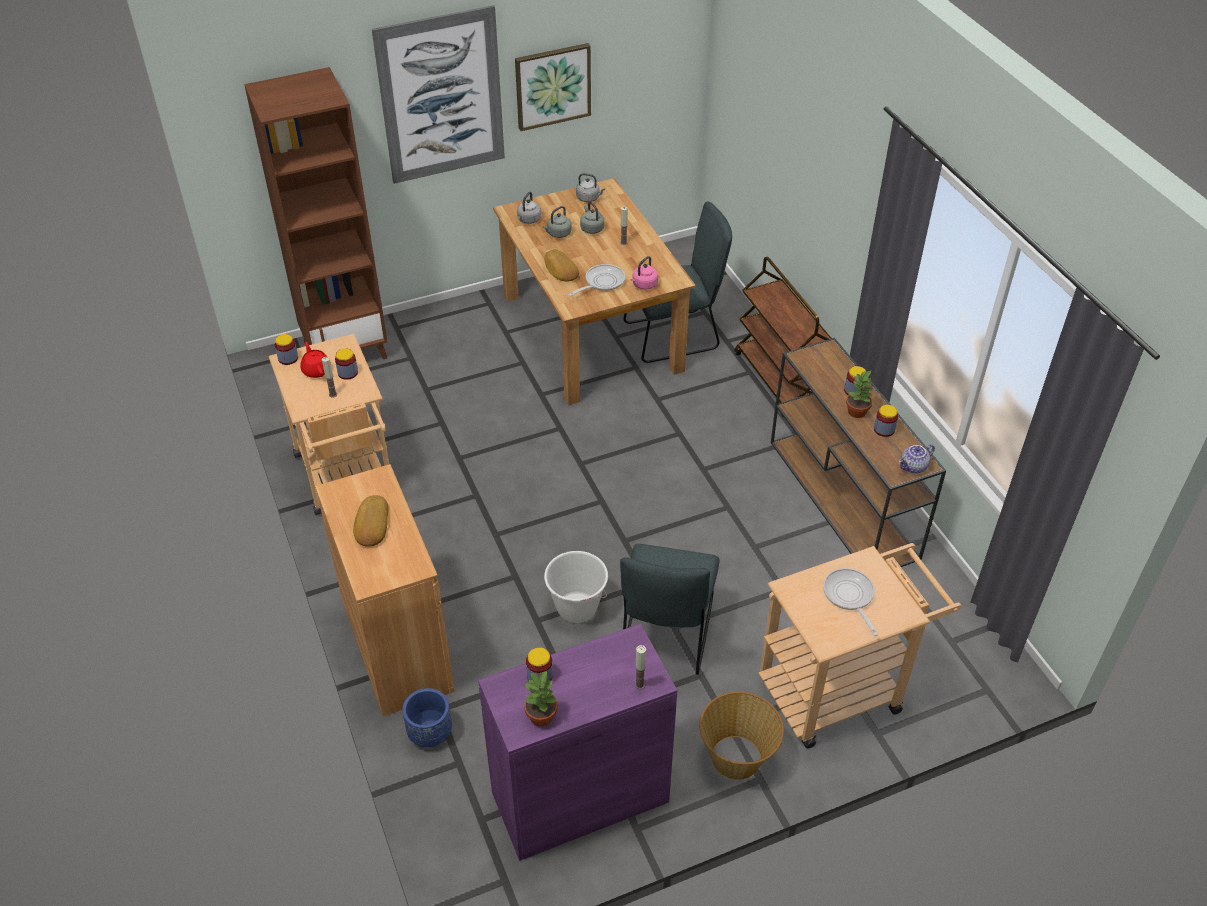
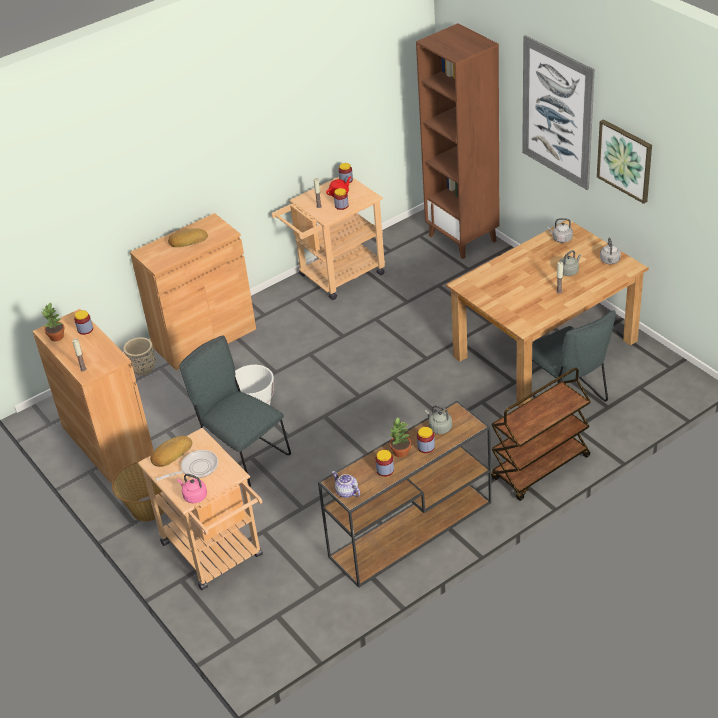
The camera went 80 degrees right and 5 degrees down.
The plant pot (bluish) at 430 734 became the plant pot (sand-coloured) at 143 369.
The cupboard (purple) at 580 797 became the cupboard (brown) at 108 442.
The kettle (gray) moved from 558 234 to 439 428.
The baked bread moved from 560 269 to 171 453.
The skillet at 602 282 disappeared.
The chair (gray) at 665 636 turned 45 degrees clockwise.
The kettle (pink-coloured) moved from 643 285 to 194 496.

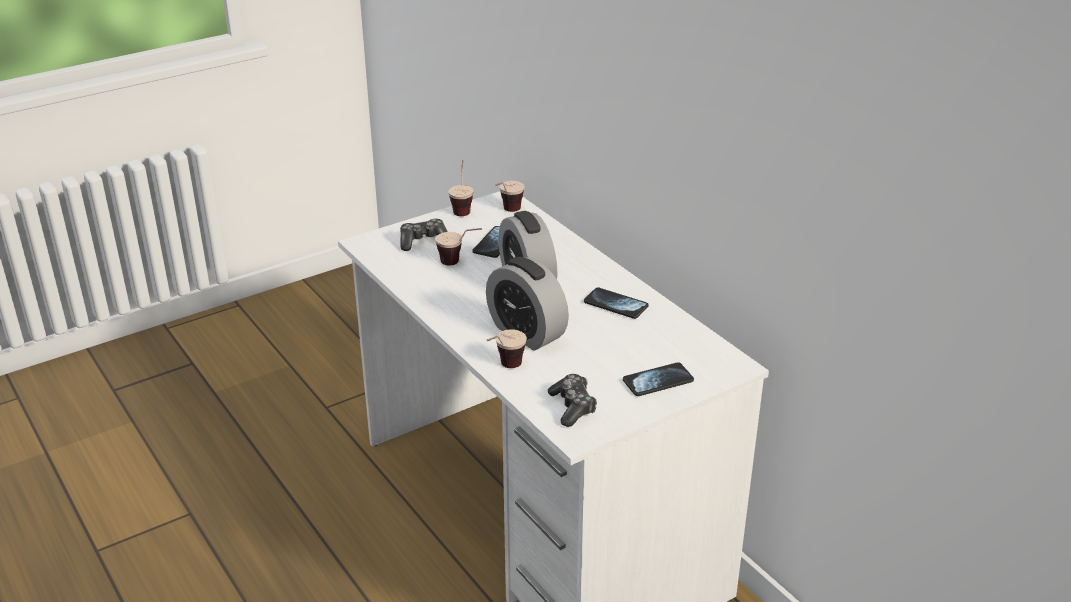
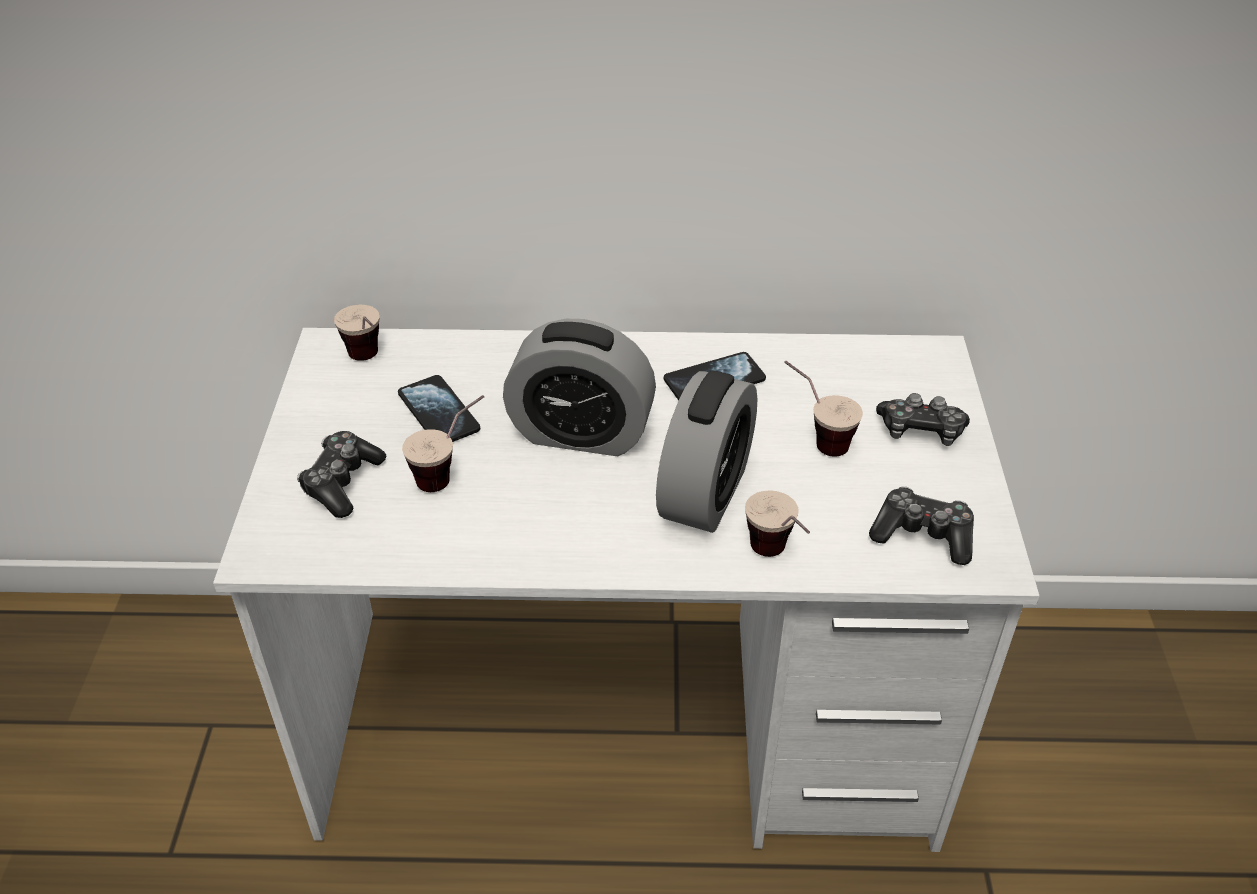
The camera went 55 degrees left and 10 degrees up.
The cup moved from 462 208 to 815 438.
The bedside clock at 526 333 turned 60 degrees counterclockwise.
The phone at 658 381 was replaced by the joypad at 920 431.

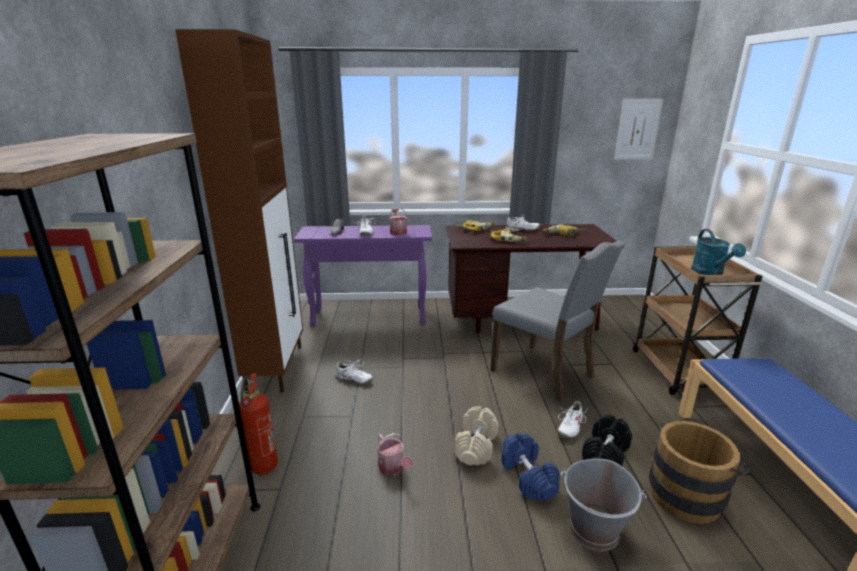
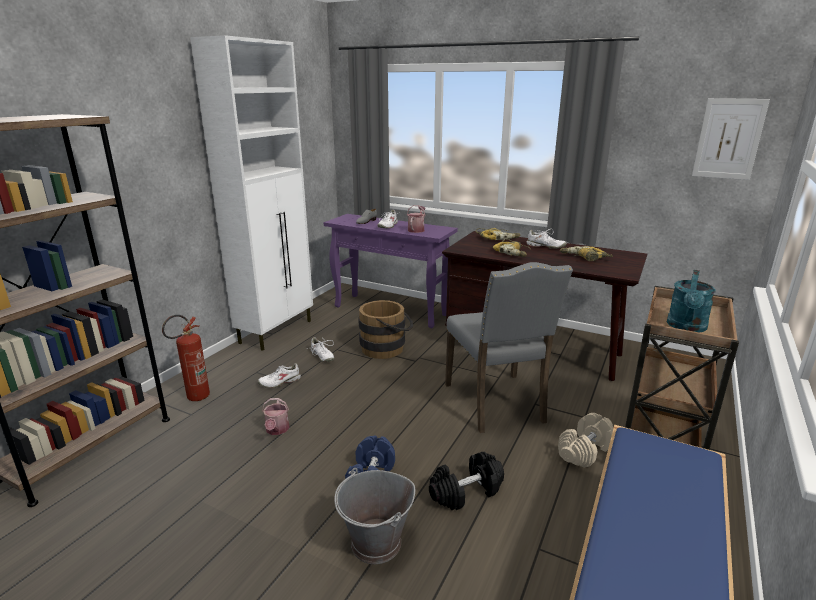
The camera went 30 degrees right and 0 degrees up.
The cupboard (brown) at 276 367 became the cupboard (white) at 277 331.
The free weight (sand-coloured) moved from 476 446 to 585 451.
The low shoe (white) moved from 570 426 to 280 382.
The water bucket (brown) moved from 688 493 to 387 348.

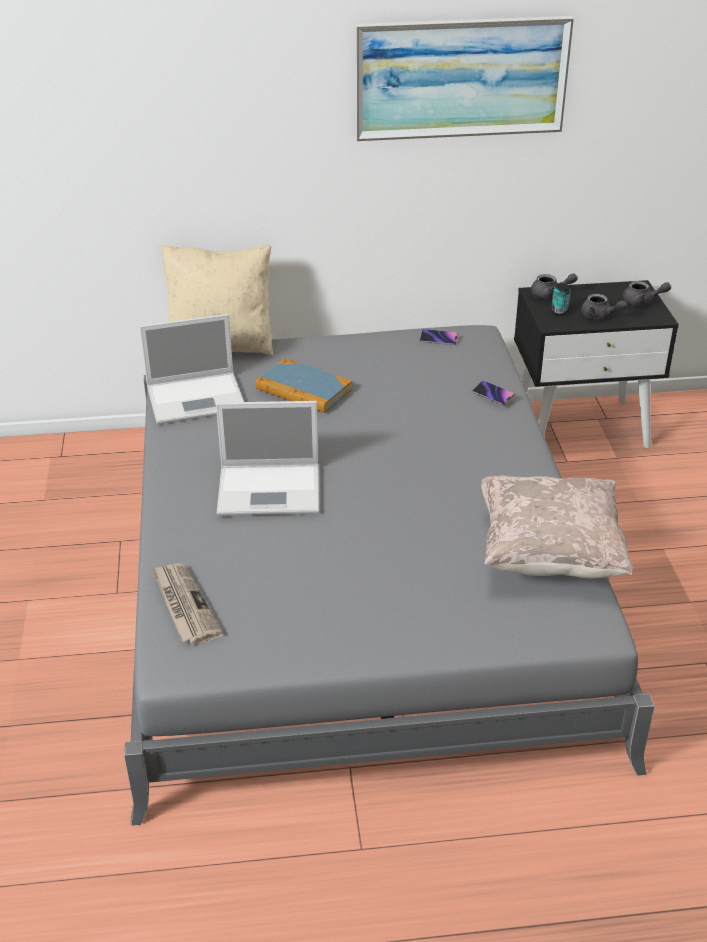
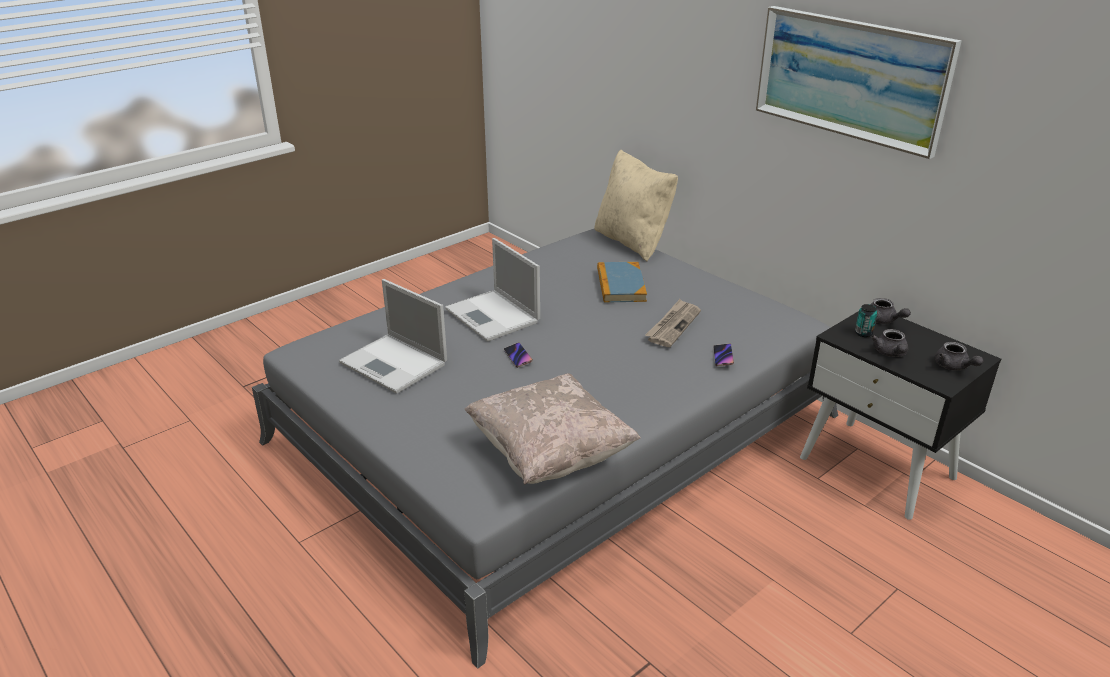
The camera went 55 degrees right and 5 degrees down.
The notebook computer moved from 198 398 to 395 364.
The daily paper moved from 184 605 to 673 325.
The phone moved from 438 339 to 518 357.

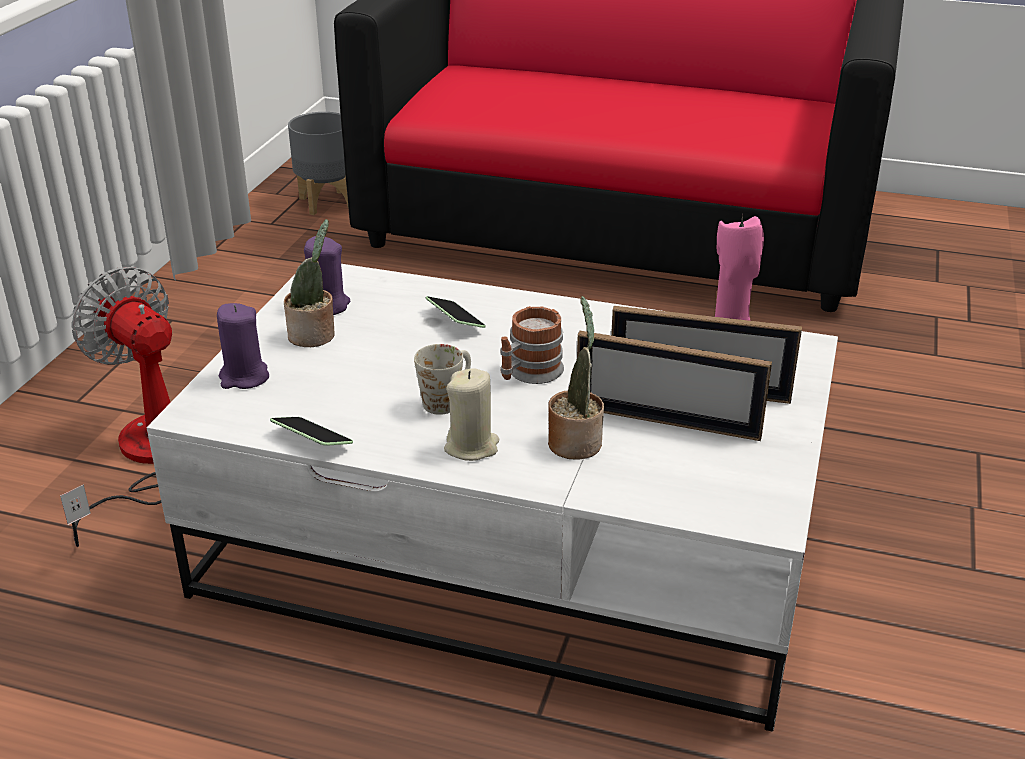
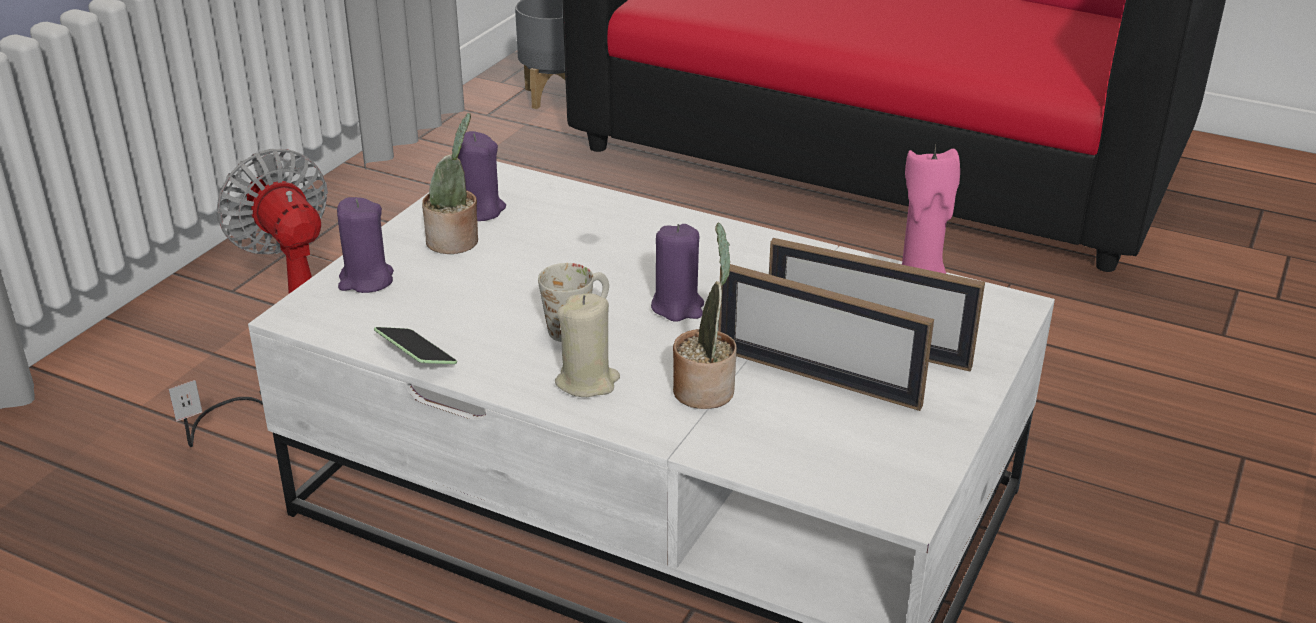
The camera went 10 degrees right and 0 degrees up.
The phone at 455 321 disappeared.
The coffee mug at 529 373 was replaced by the wax candle (purple) at 678 306.

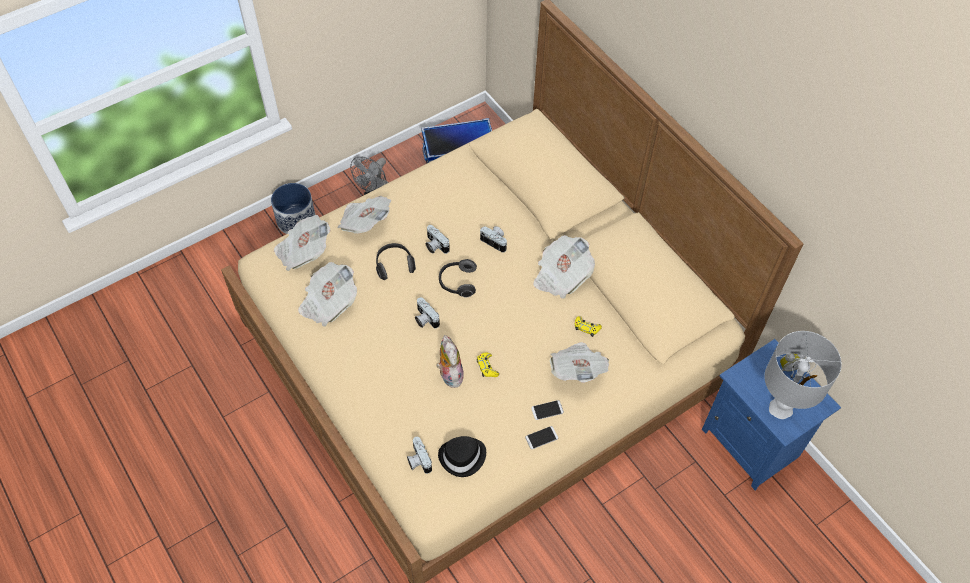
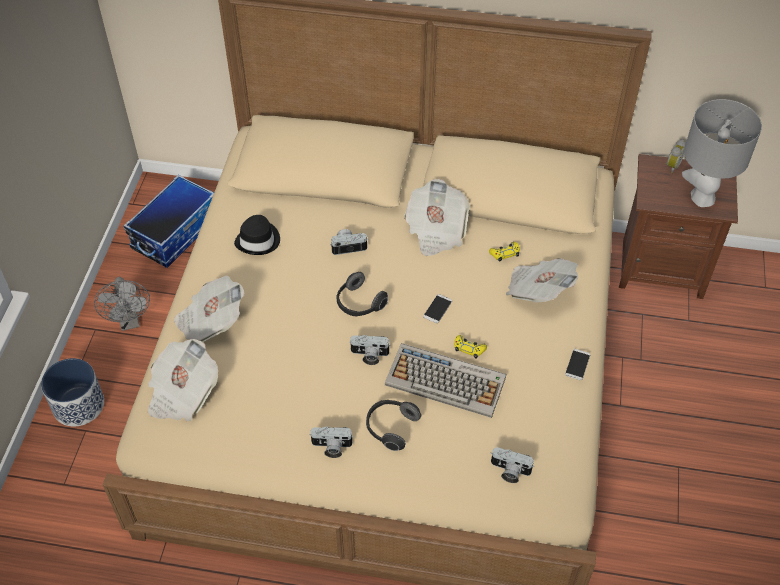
The camera went 45 degrees left and 5 degrees down.
The daily paper at 328 303 disappeared.
The headset moved from 394 265 to 390 428.
The photo camera moved from 435 245 to 331 447.
The cuddly toy at 449 374 was replaced by the computer keyboard at 446 381.
The hat (black) moved from 462 457 to 258 240.
The phone moved from 547 410 to 437 309.
The nightstand (bluish) at 752 442 became the nightstand (brown) at 661 267.

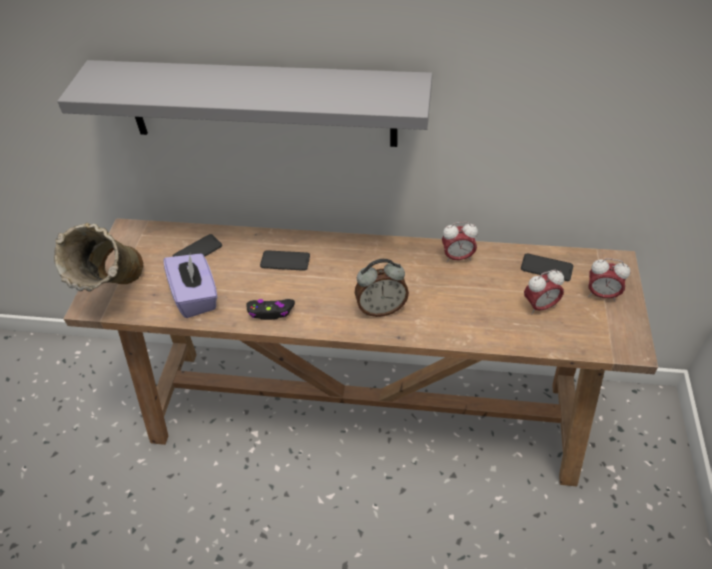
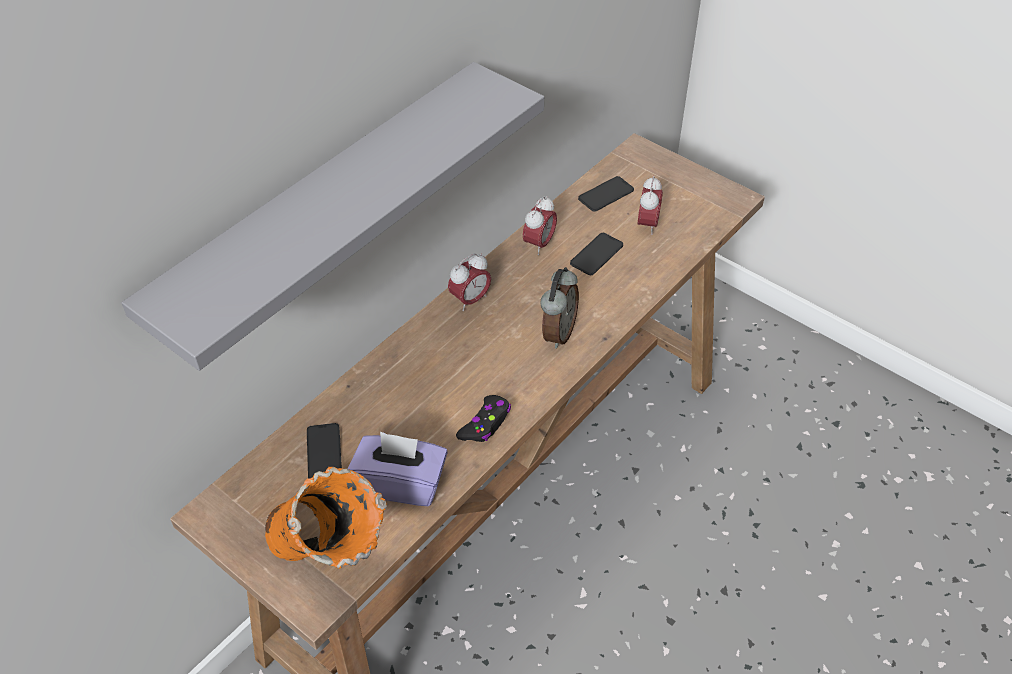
The camera went 60 degrees left and 0 degrees up.
The decorative vase (sand-coloured) at 118 297 became the decorative vase (orange) at 331 565.
The phone moved from 285 261 to 596 254.
The bedside clock moved from 601 295 to 470 300.

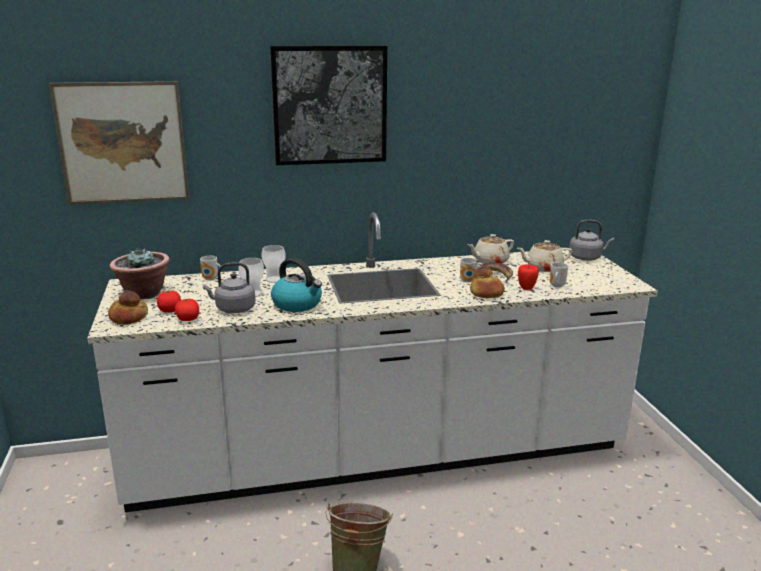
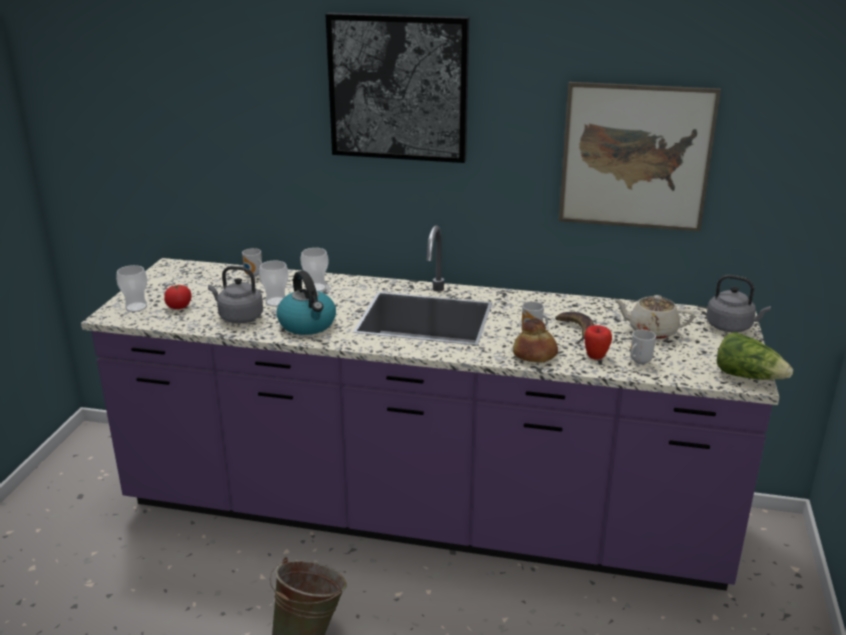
The camera went 25 degrees right and 5 degrees up.
The wall art moved from 122 143 to 635 157.
The kitchen base unit (white) at 378 455 became the kitchen base unit (purple) at 423 515.
The baked bread at 129 317 was replaced by the cup at 136 307.
The plant in a pot at 143 293 disappeared.
The fresh tomato at 188 319 disappeared.
The tea pot (sand-coloured) at 490 261 disappeared.
The lettuce at 748 377 appeared.

